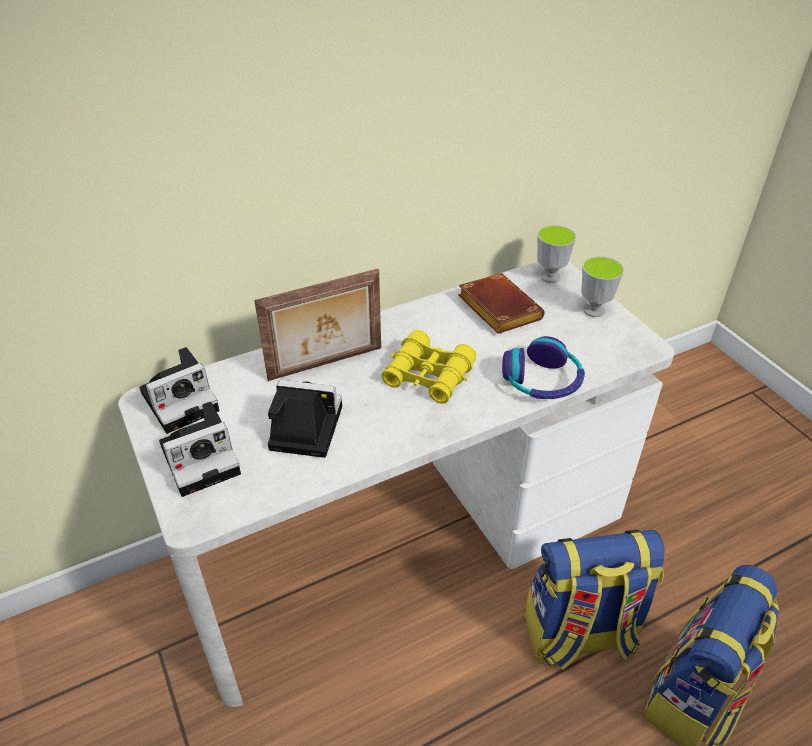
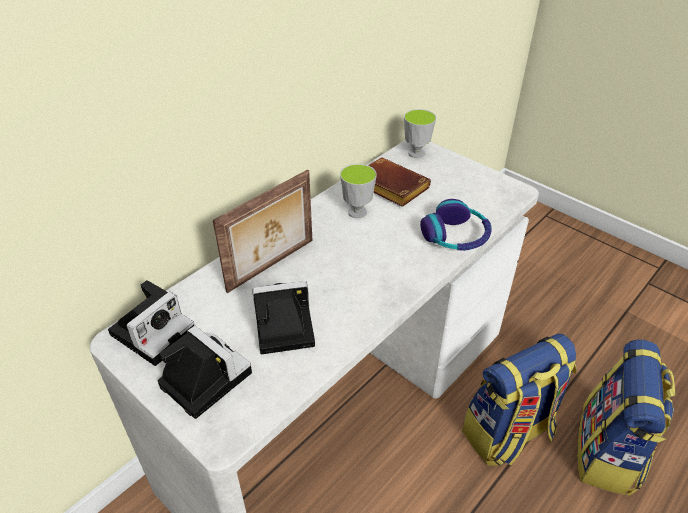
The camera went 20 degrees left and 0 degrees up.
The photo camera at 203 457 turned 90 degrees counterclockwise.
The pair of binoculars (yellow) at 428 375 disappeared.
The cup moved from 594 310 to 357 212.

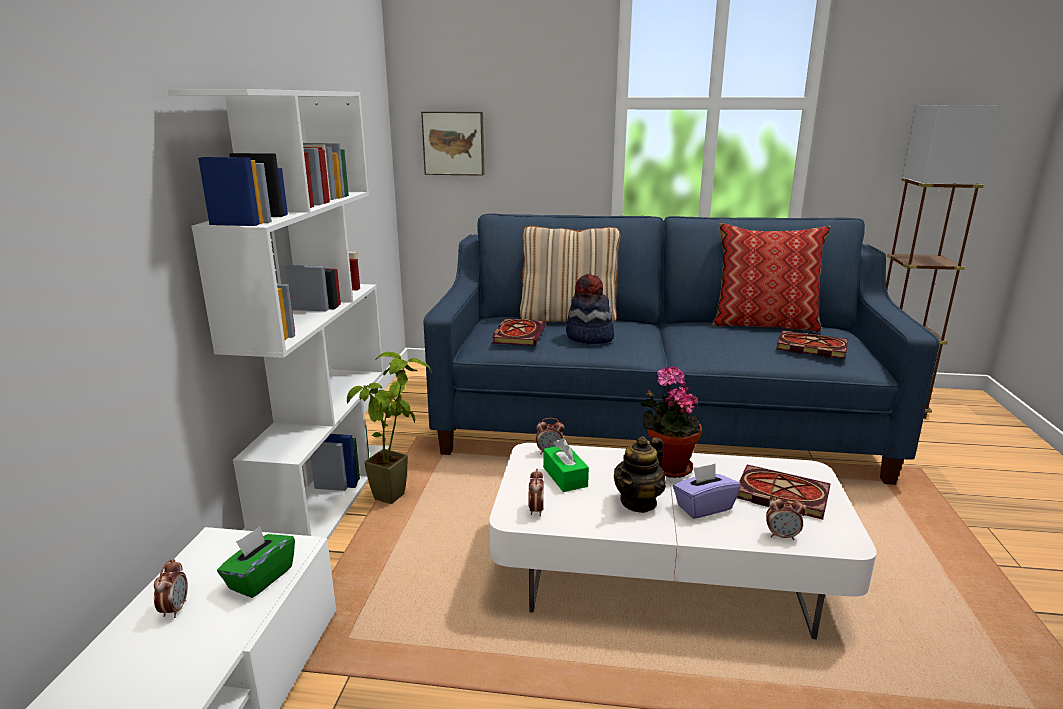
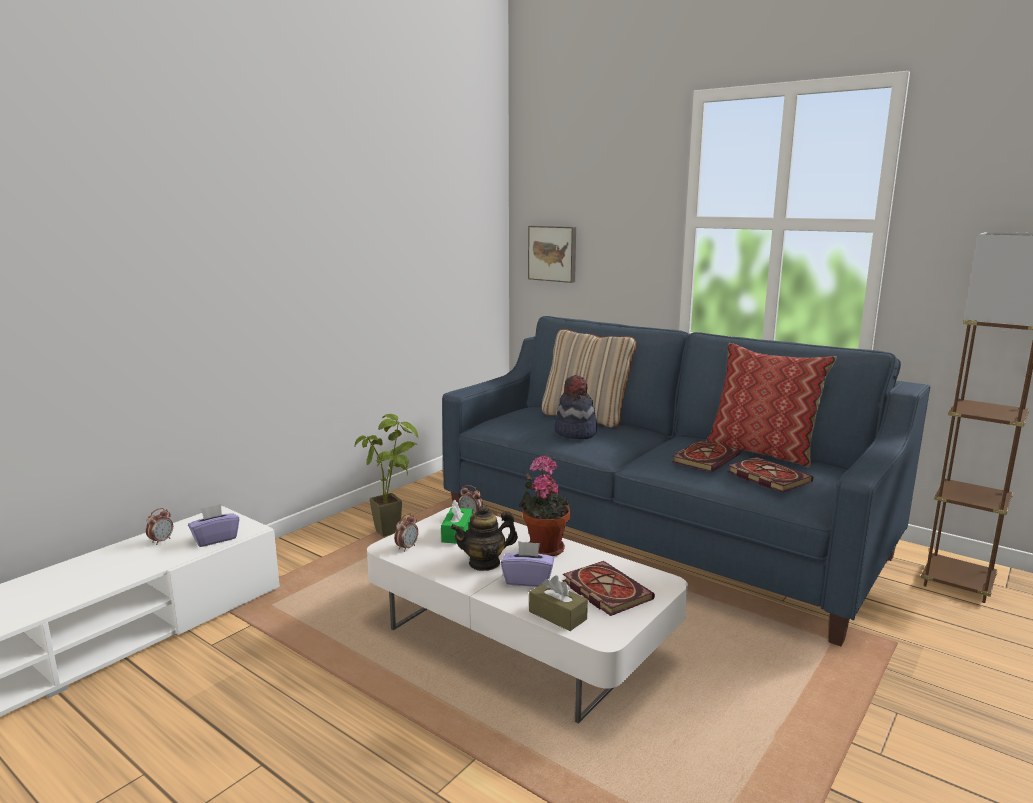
The camera went 30 degrees right and 5 degrees down.
The bookcase (white) at 328 495 disappeared.
The tissue box (greenish) at 260 578 became the tissue box (purple) at 215 539.
The volume moved from 518 334 to 705 458.
The bedside clock at 782 536 was replaced by the tissue box (brown) at 557 615.

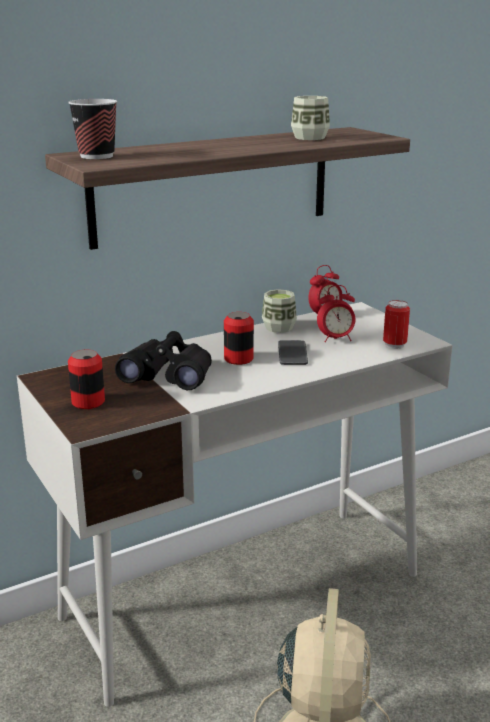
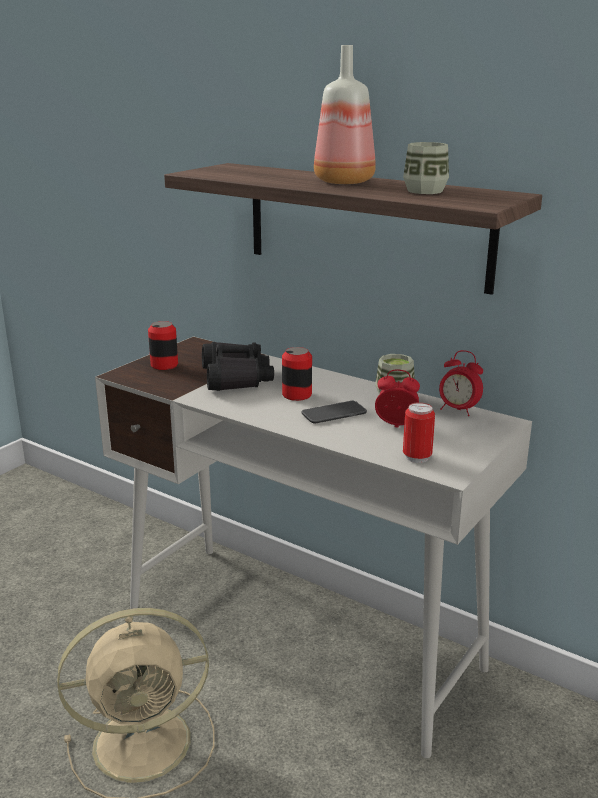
The camera went 65 degrees right and 0 degrees up.
The cup at 96 156 disappeared.
The bedside clock at 336 339 turned 135 degrees clockwise.
The beverage bottle at 346 182 appeared.

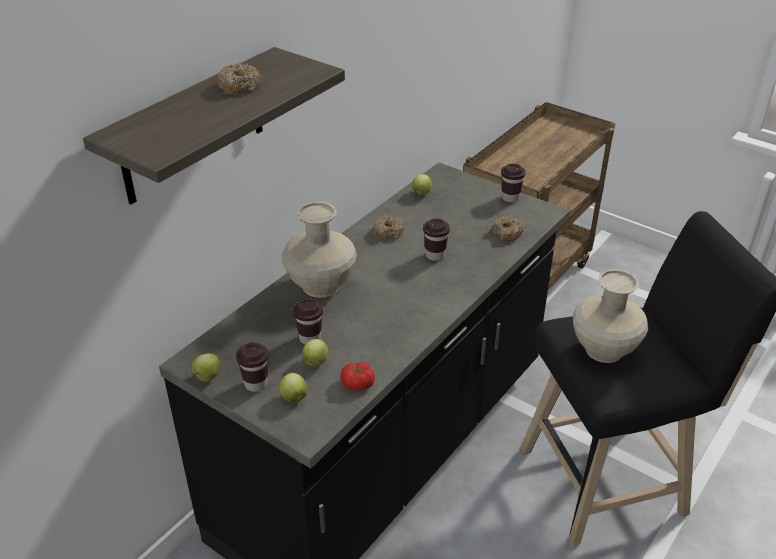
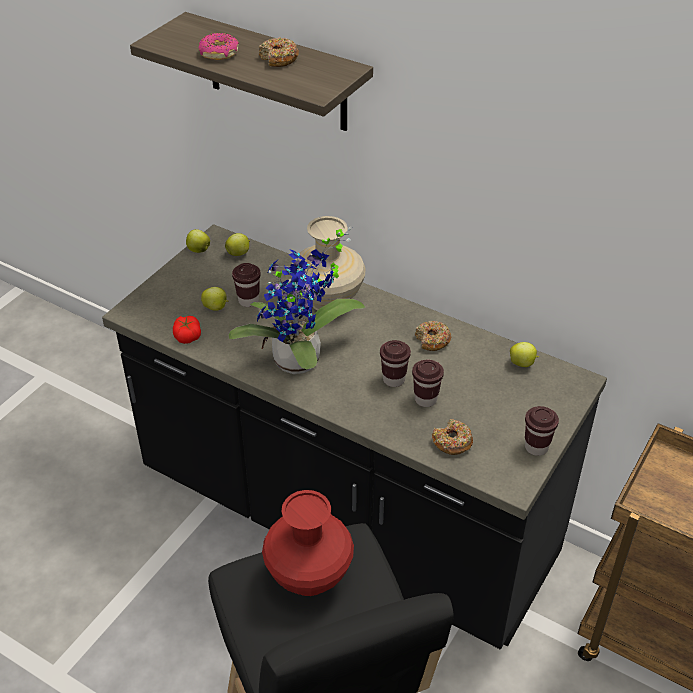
The camera went 85 degrees right and 5 degrees up.
The cup (brown) moved from 256 384 to 425 399.
The apple fruit moved from 293 397 to 238 253.
The decorative vase (sand-coloured) at 603 350 became the decorative vase (red) at 309 575.
The ring doughnut at 219 53 appeared.
The plant in a pot at 300 364 appeared.

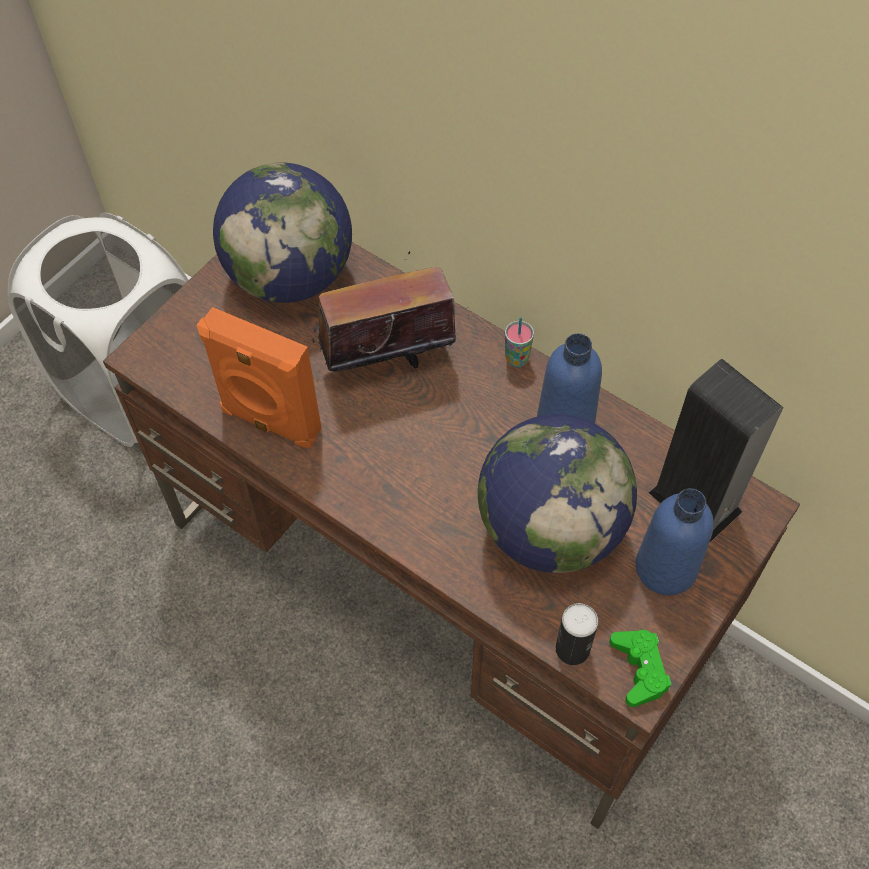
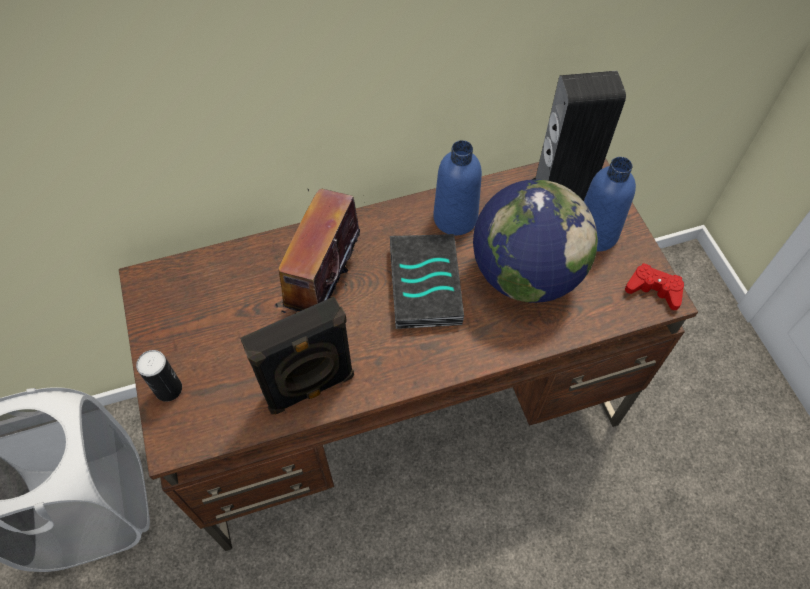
The camera went 55 degrees left and 0 degrees up.
The speaker (orange) at 269 422 became the speaker (black) at 310 388.
The world globe at 290 276 disappeared.
The cup at 516 359 disappeared.
The sealed can moved from 572 649 to 168 389.
The joypad (greenish) at 639 669 became the joypad (red) at 654 289.
The volume at 423 284 appeared.

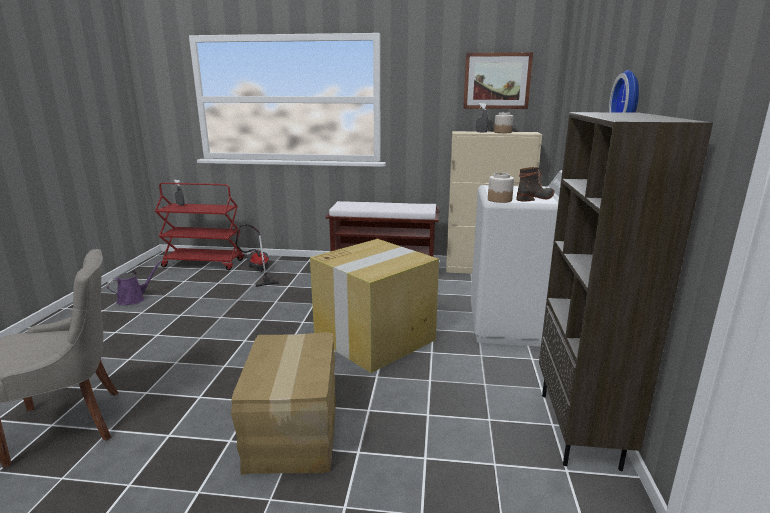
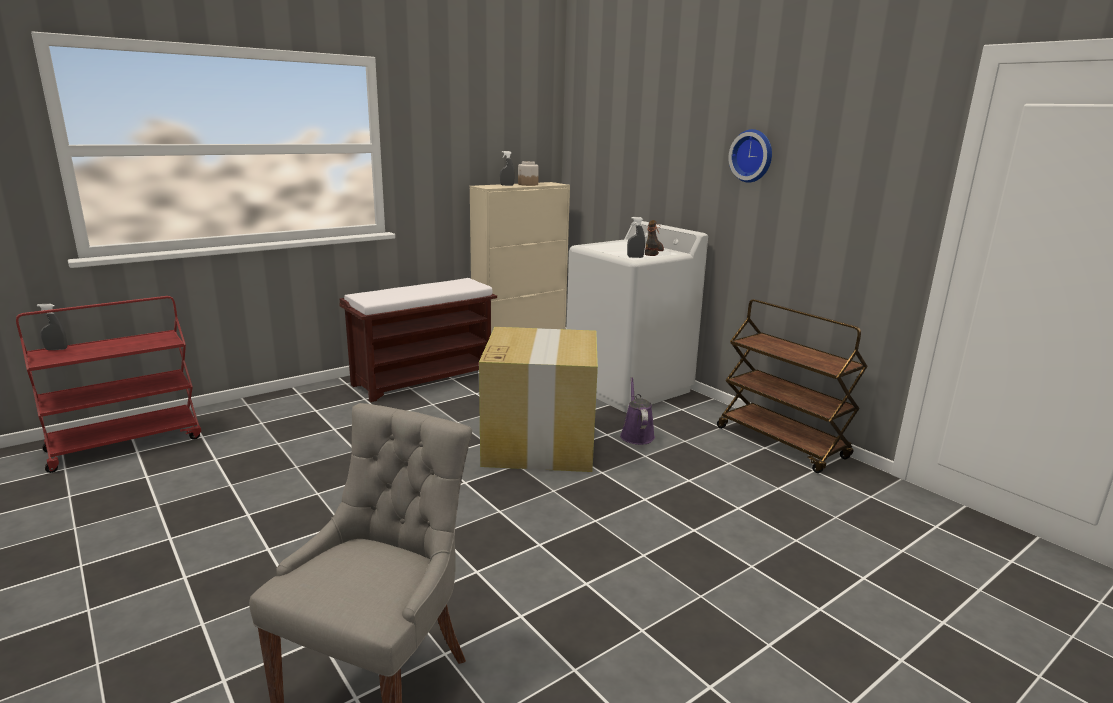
The camera went 45 degrees left and 0 degrees up.
The watering can (purple) moved from 134 299 to 636 435.
The cardboard box at 295 431 disappeared.
The vacuum cleaner at 258 272 disappeared.
The wall art at 497 81 disappeared.
The jar at 499 200 was replaced by the hand sprayer (gray) at 635 257.
The bookcase (brown) at 580 429 was replaced by the cart (brown) at 782 443.

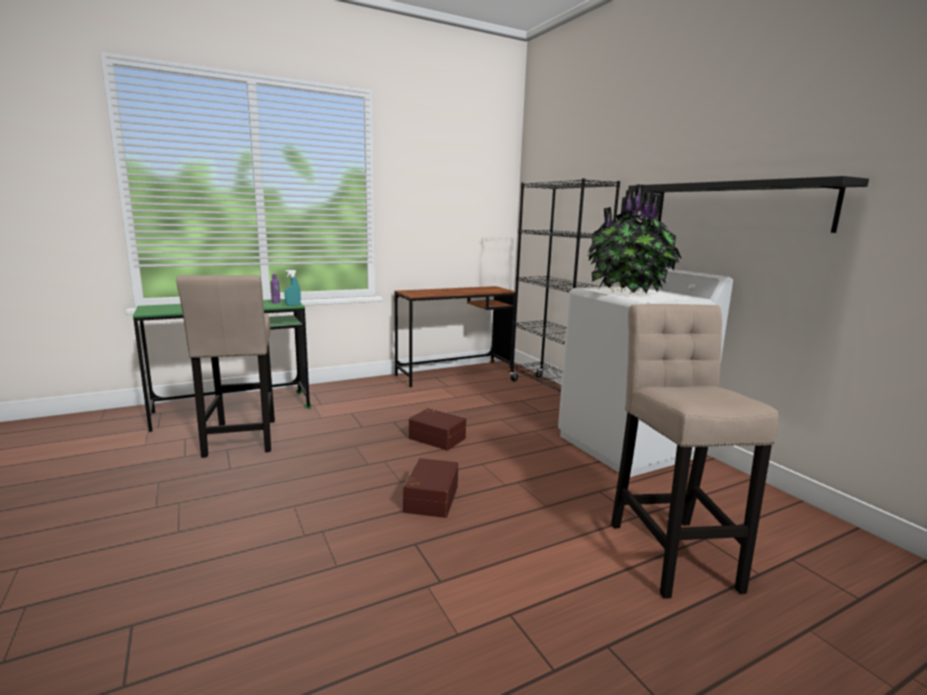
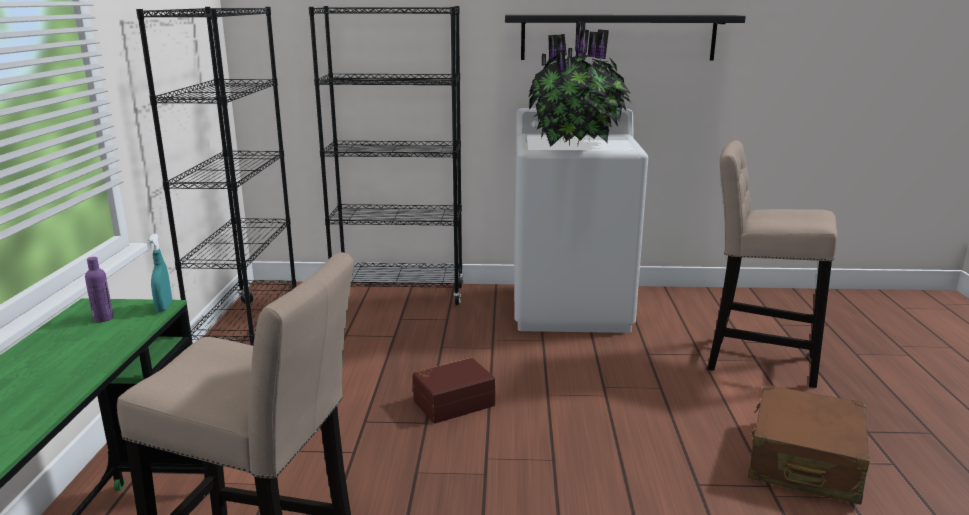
The camera went 60 degrees left and 5 degrees up.
The desk (brown) at 454 374 was replaced by the bookcase (black) at 248 330.
The storage box (brown) at 429 498 disappeared.
The suitcase (brown) at 804 461 appeared.

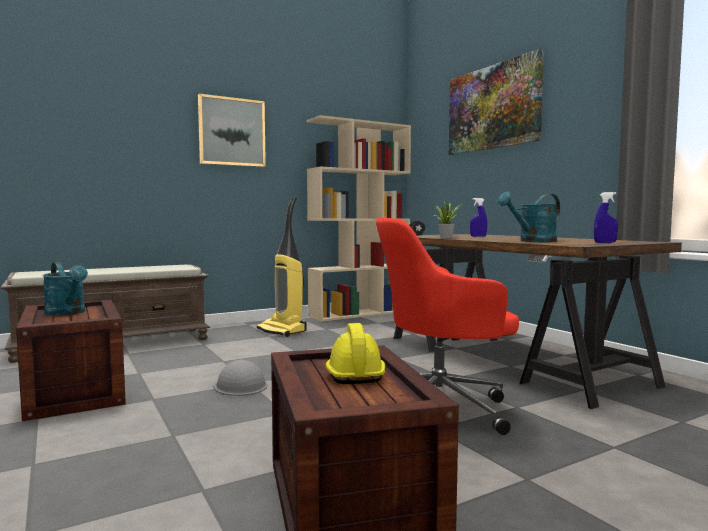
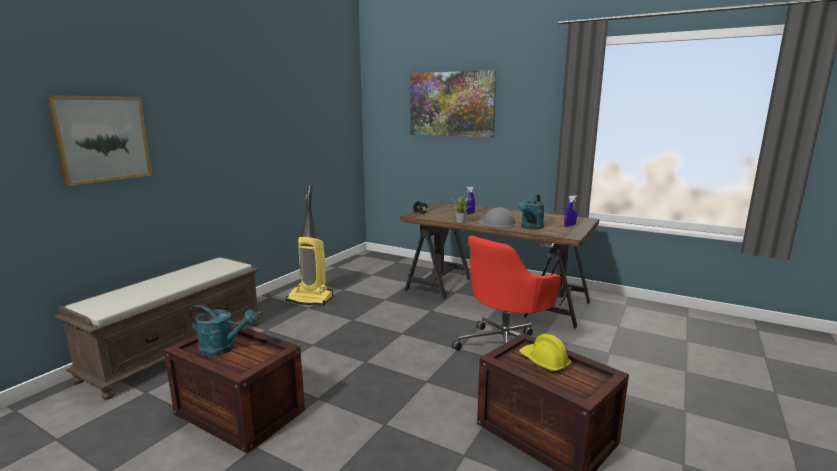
The camera went 30 degrees left and 10 degrees up.
The wall art moved from 232 132 to 102 139.
The work helmet (gray) moved from 240 385 to 497 223.
The bookcase (sand-coloured) at 360 313 disappeared.

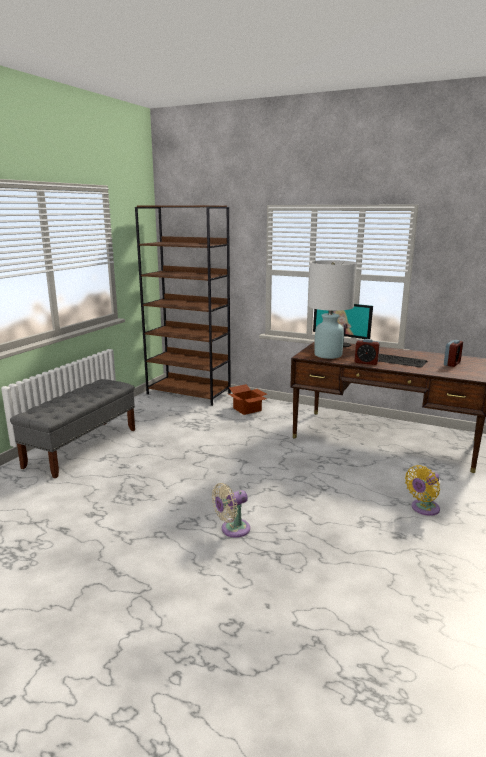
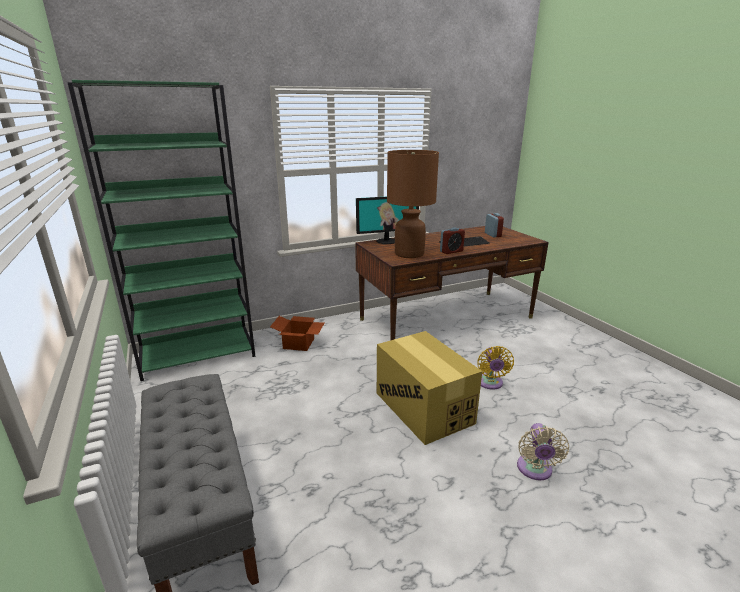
The camera went 50 degrees left and 5 degrees up.
The bookcase (brown) at 189 393 became the bookcase (greenish) at 198 355.
The table lamp (white) at 328 355 became the table lamp (brown) at 409 254.
The cooling fan (yellow) moved from 423 509 to 490 383.
The cardboard box at 423 407 appeared.

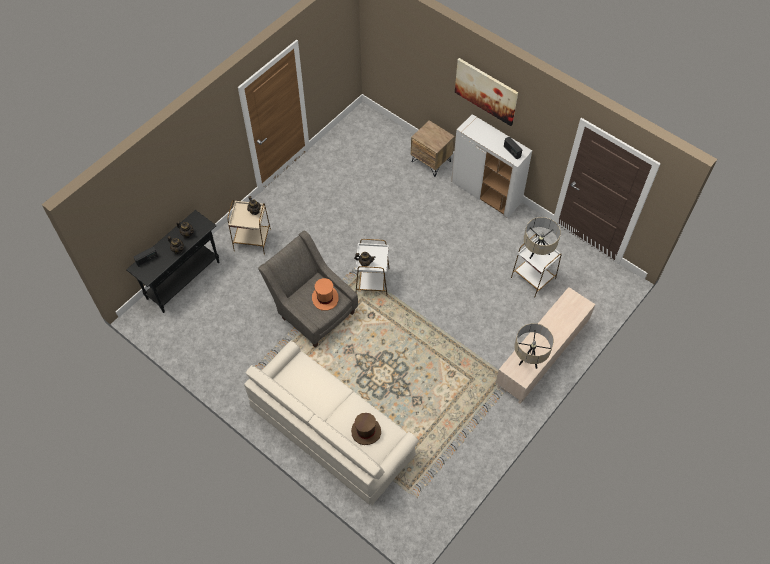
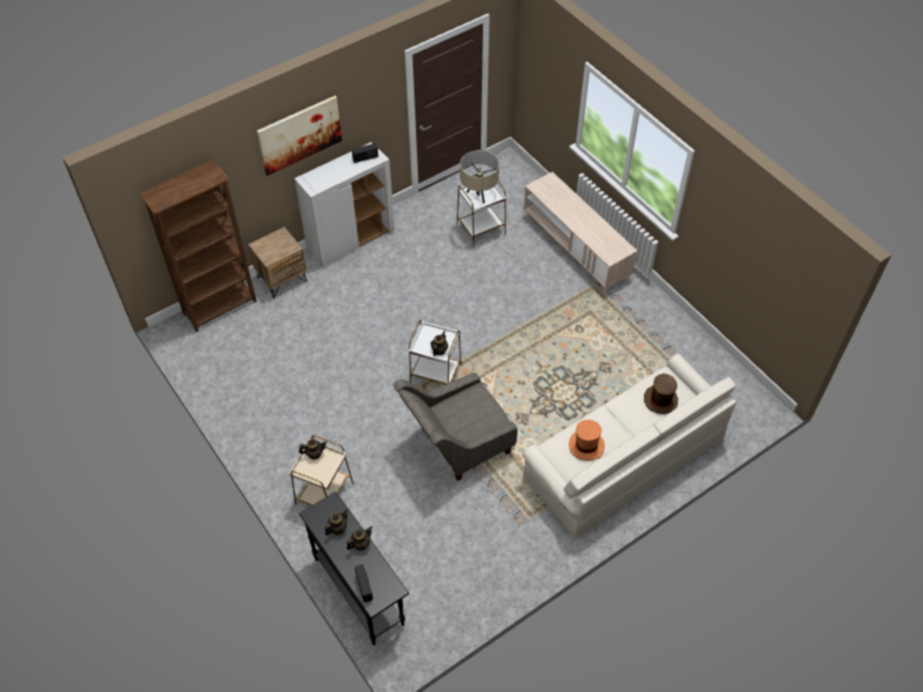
The camera went 75 degrees left and 5 degrees down.
The hat (orange) moved from 325 298 to 586 445.
The table lamp (sand-coloured) at 529 358 disappeared.
The bookcase (brown) at 221 308 appeared.

